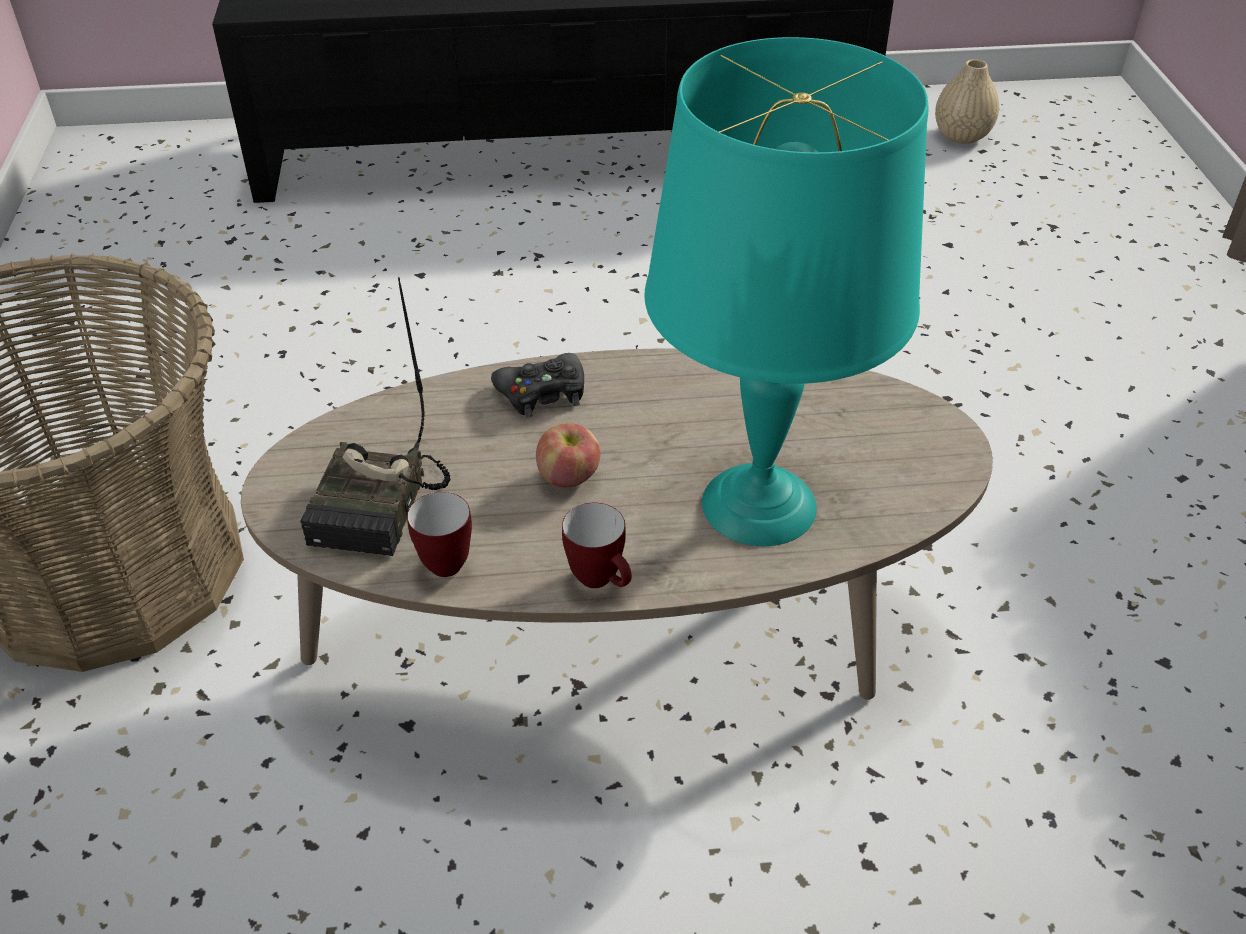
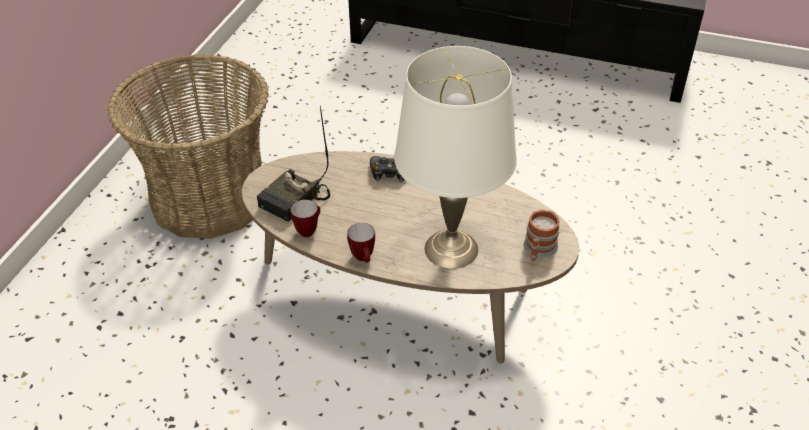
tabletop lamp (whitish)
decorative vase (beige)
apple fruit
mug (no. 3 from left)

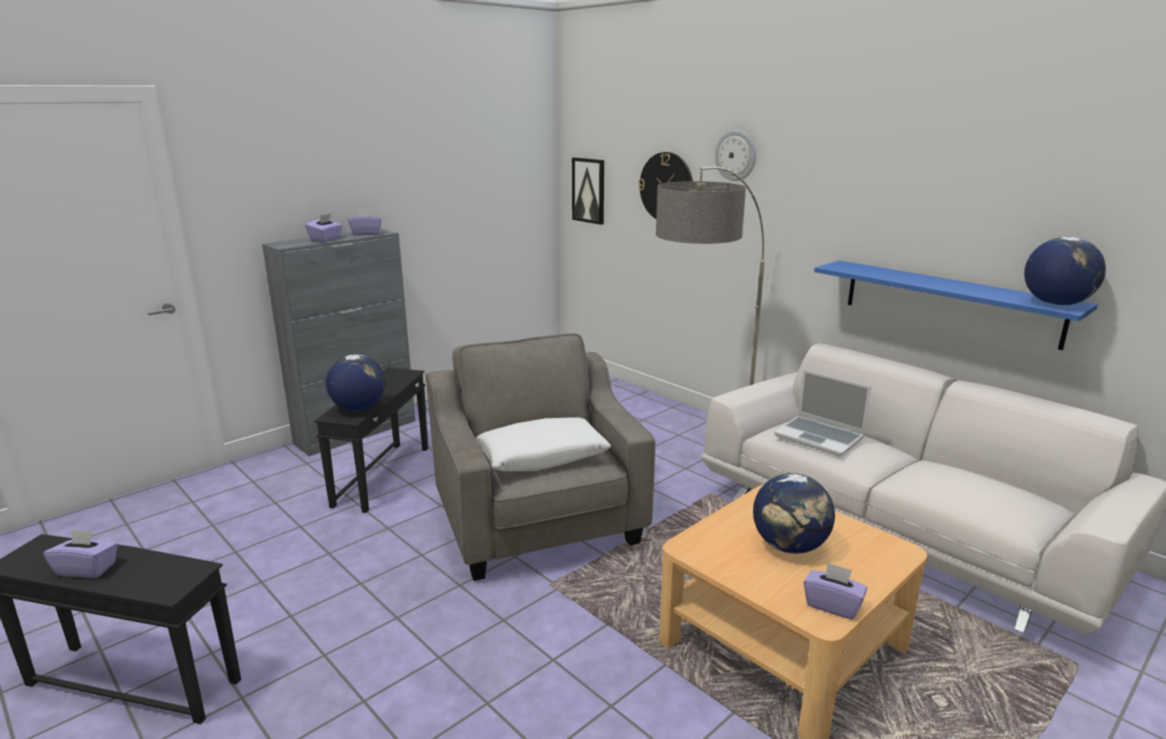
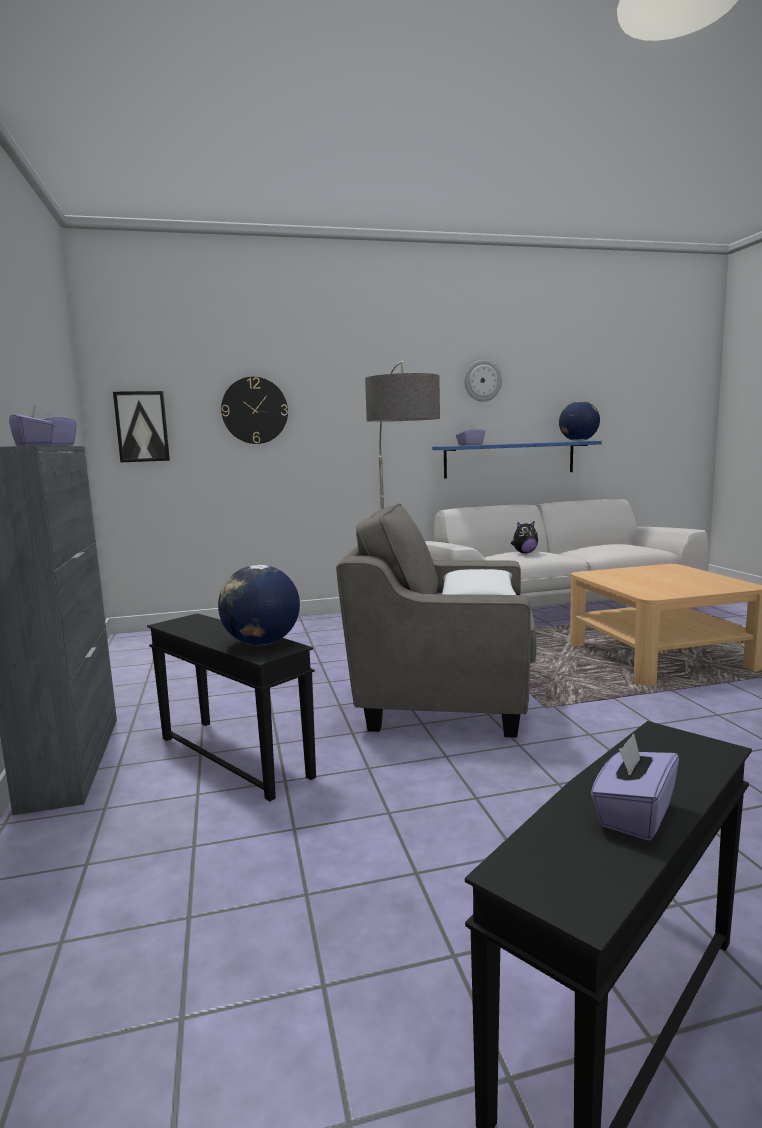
hanging clock (no. 2 from left)
soft toy
world globe (no. 2 from left in the first image)
box of tissues (purple-coloured) (no. 3 from left)

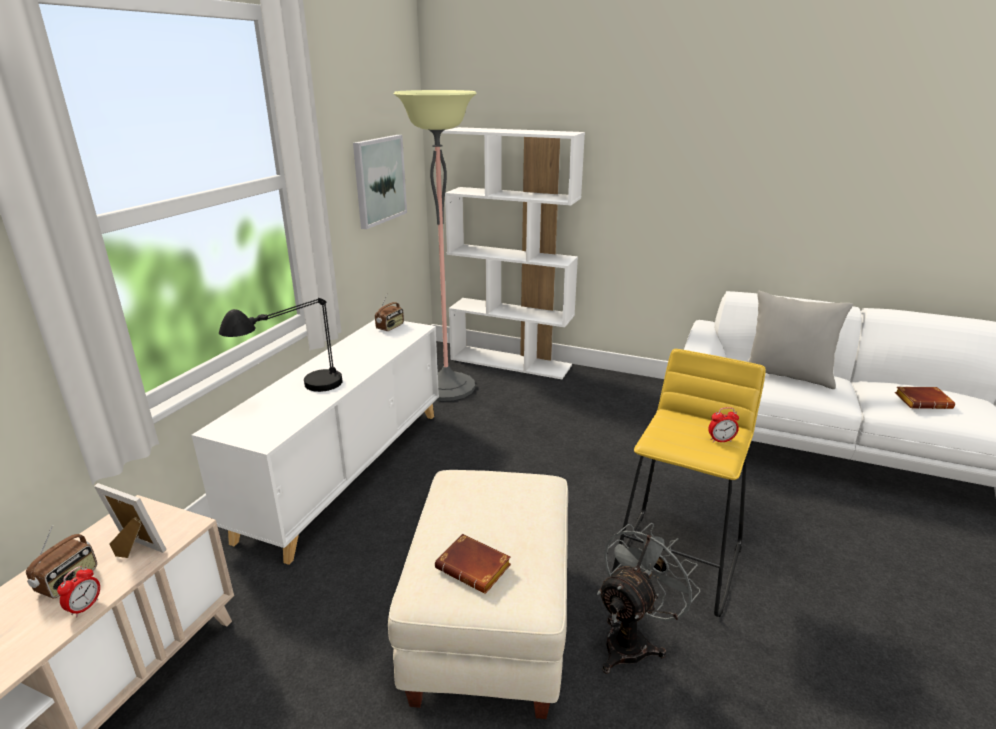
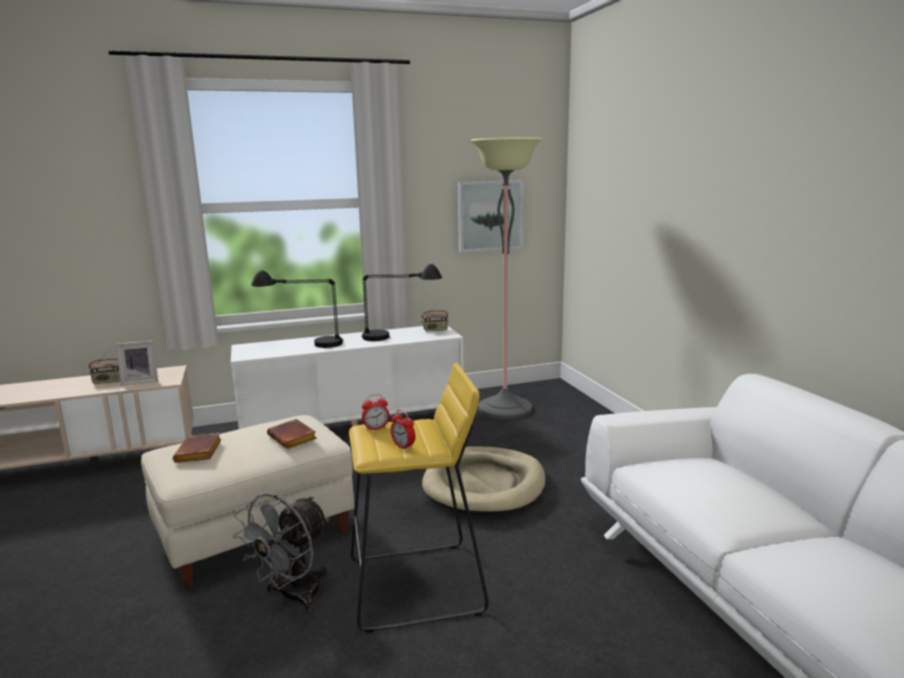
bookshelf (whitish)
cushion (greyish)
book (brown) (no. 2 from left)
standing frame
cooling fan (greyish)
alarm clock (no. 1 from left)
tabletop lamp (black) (no. 2 from left)
dog bed (beige)

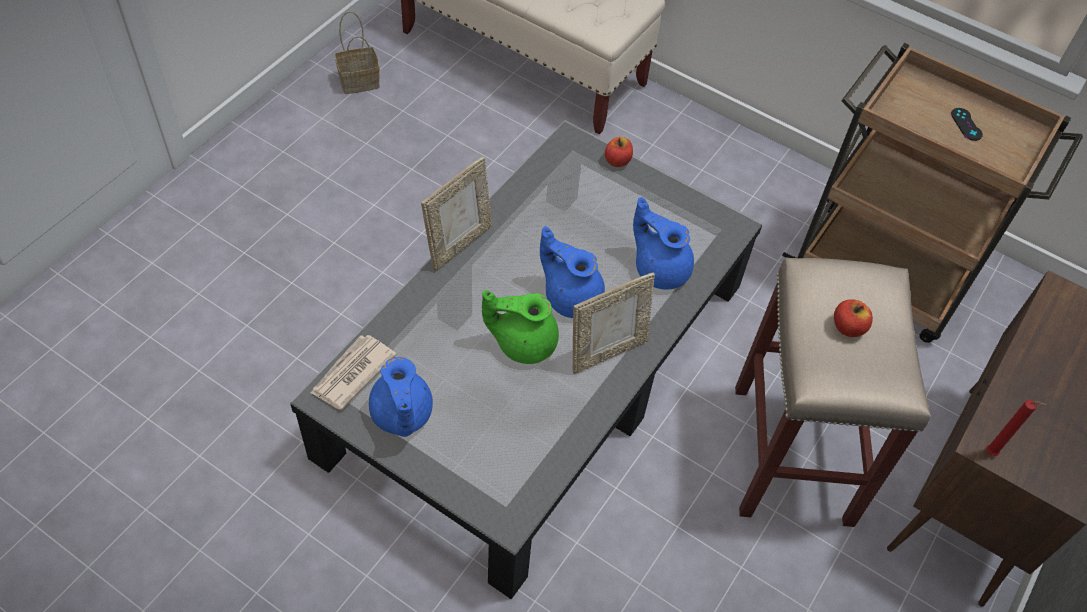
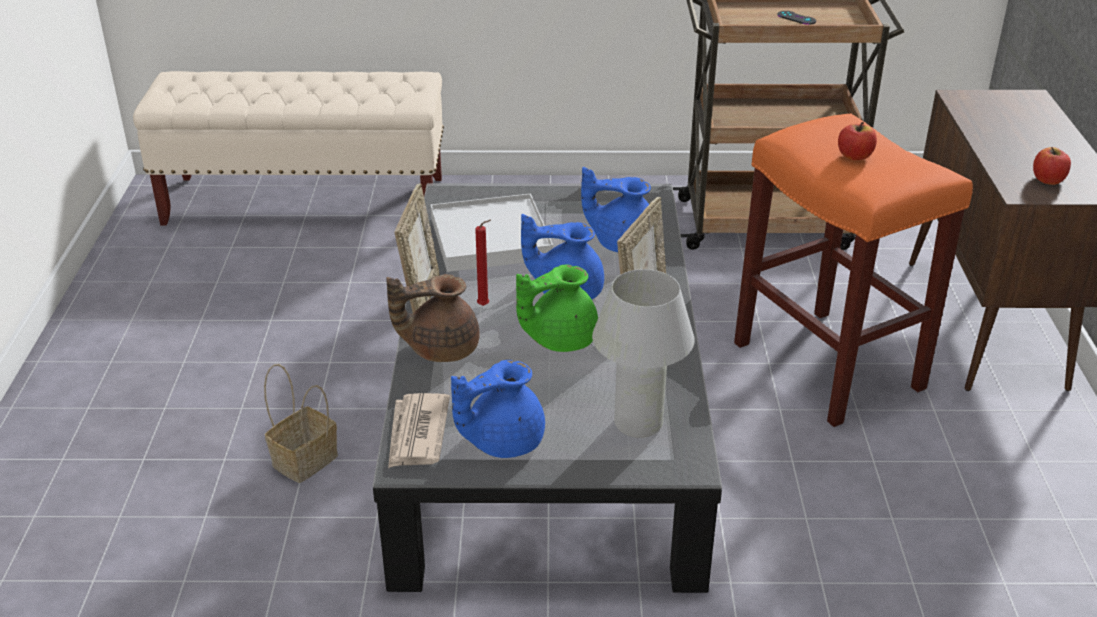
household basket
apple fruit (no. 2 from left)
stool seat (orange-coloured)
pot for tea (blue-coloured) (no. 1 from left)
candle (red-coloured)
tray (whitish)
tabletop lamp (whitish)
pot for tea (brown)

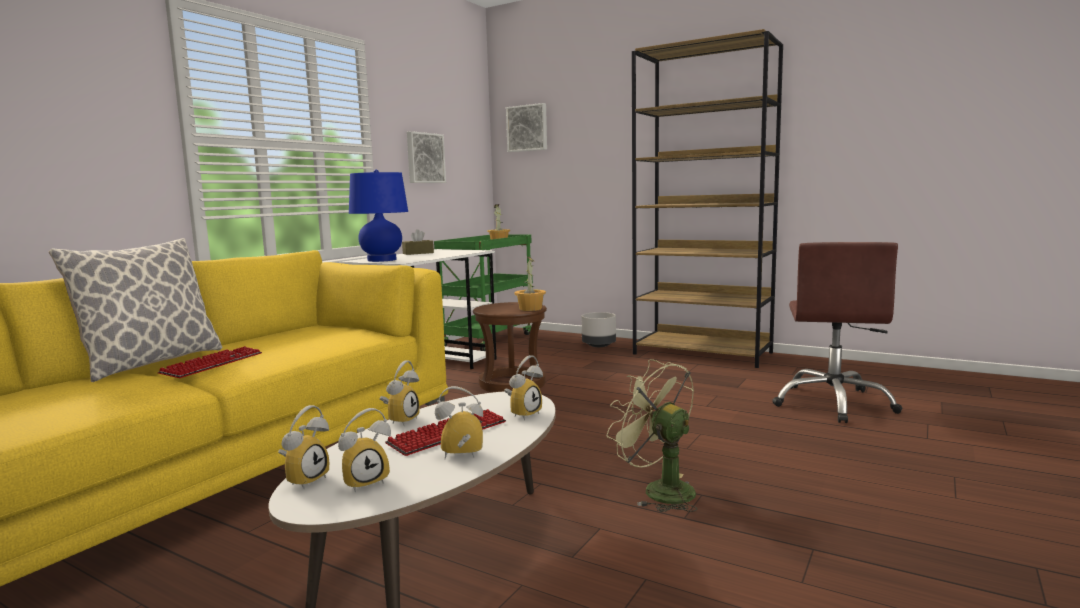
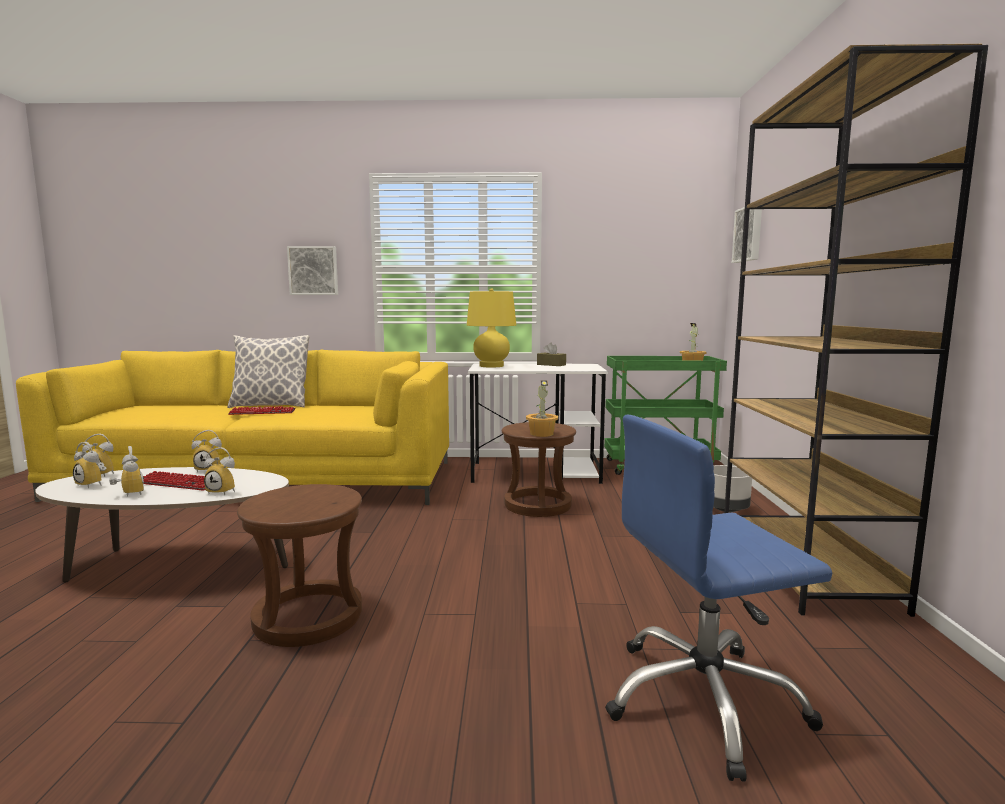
wall picture (no. 1 from left)
tabletop lamp (yellow-coloured)
computer chair (blue-coloured)
stool seat (brown) (no. 1 from left)

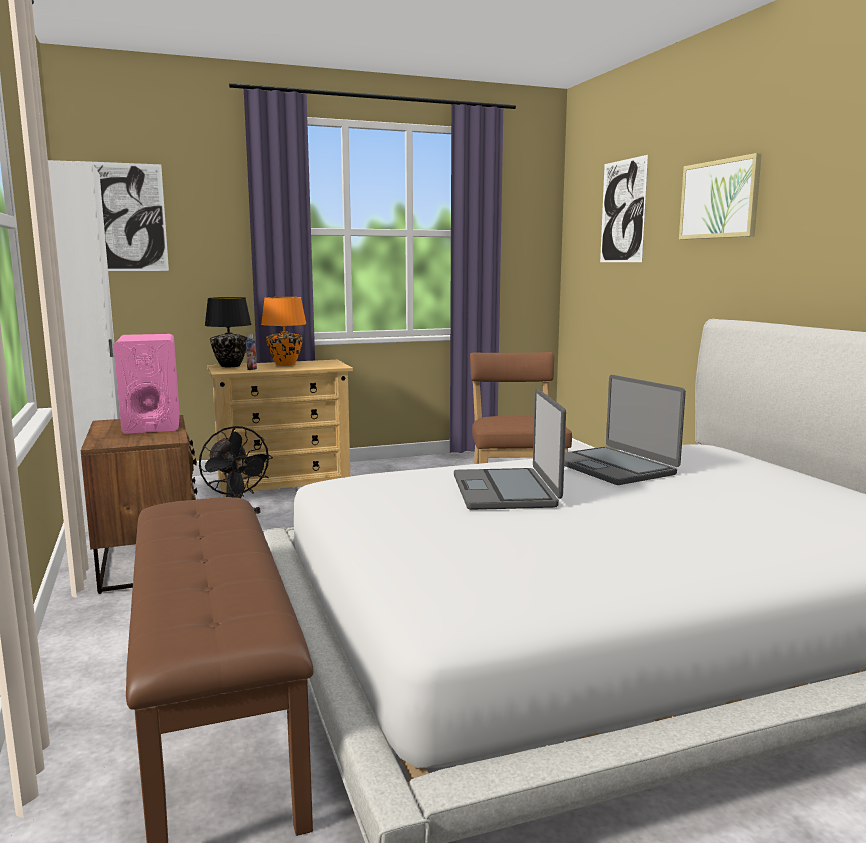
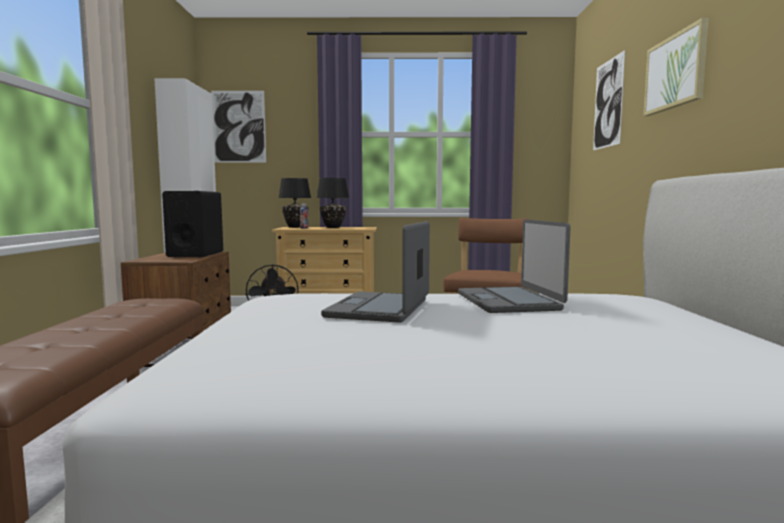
tabletop lamp (black) (no. 2 from left)
audio speaker (black)

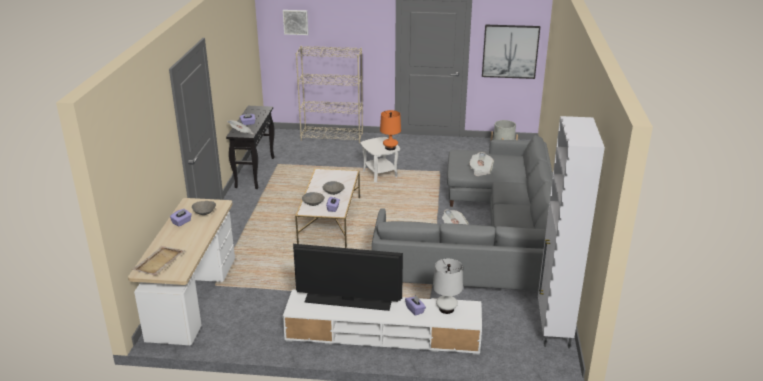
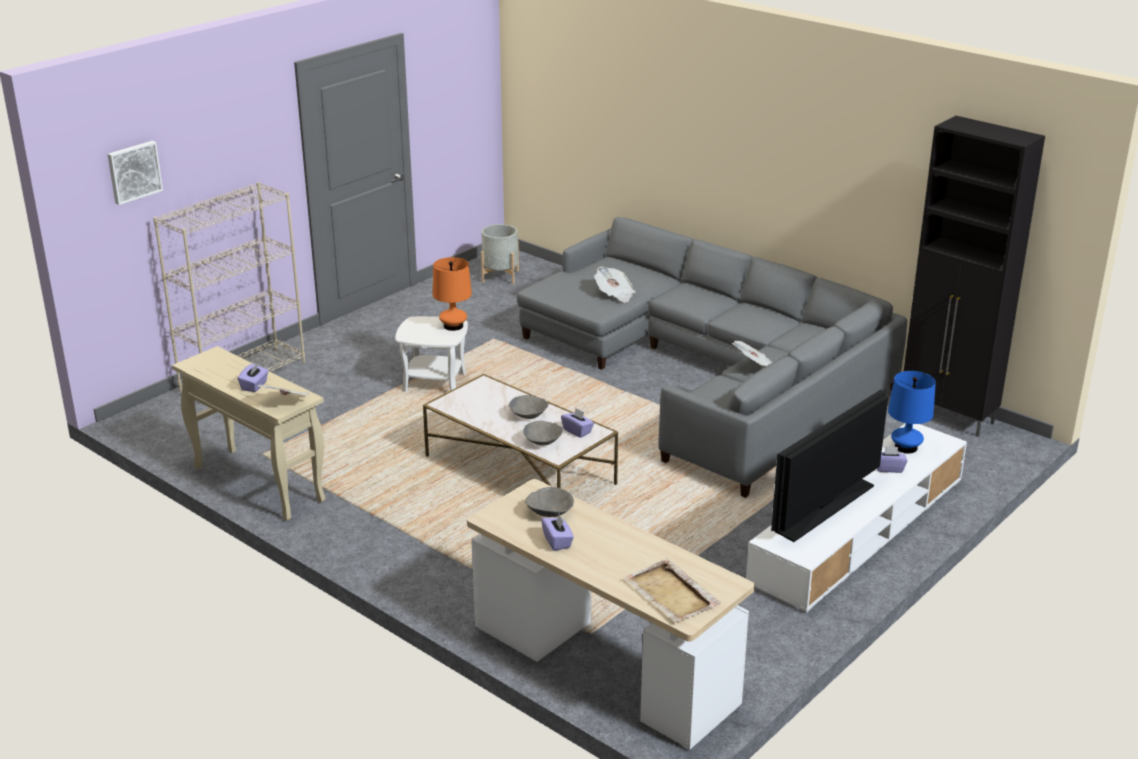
wall picture (no. 2 from left in the first image)
hall table (beige)
cabinet (black)
tabletop lamp (blue-coloured)

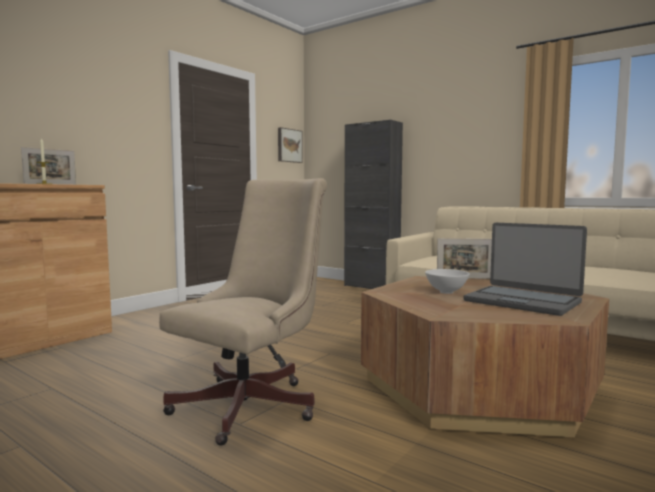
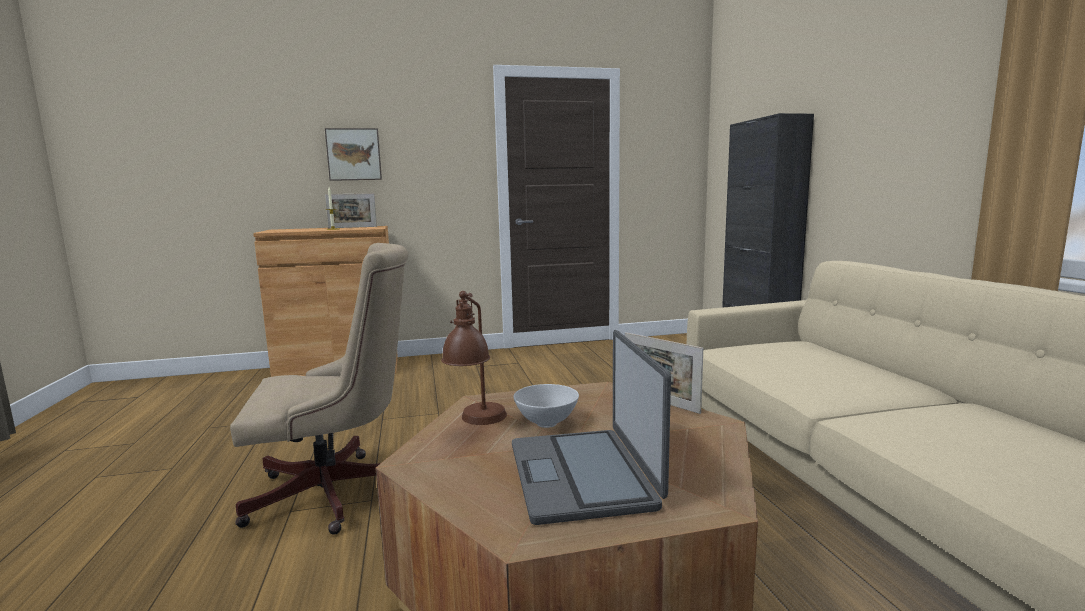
wall picture
tabletop lamp (brown)

